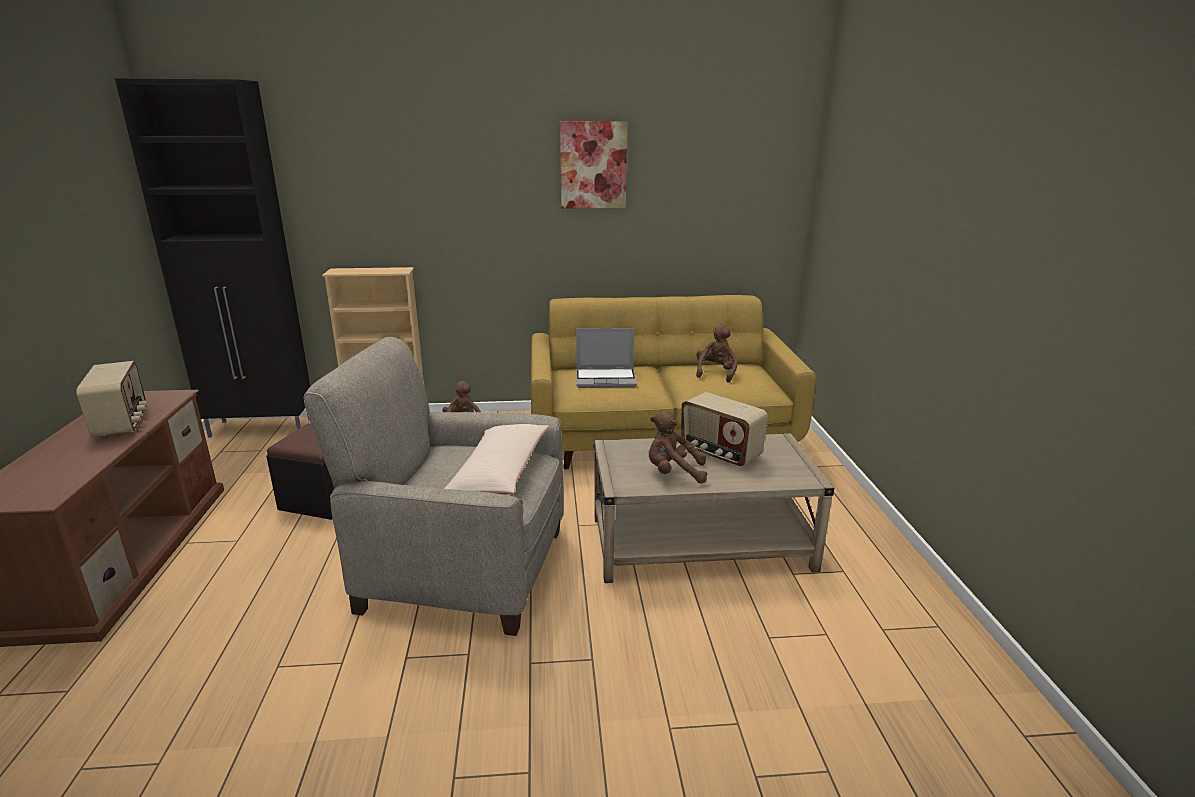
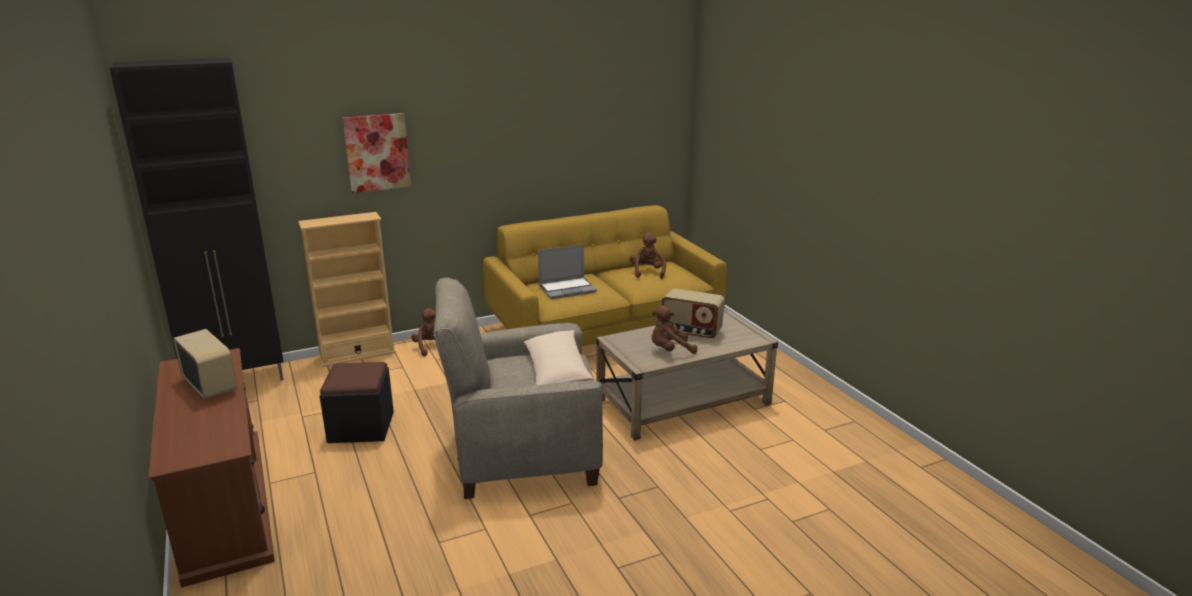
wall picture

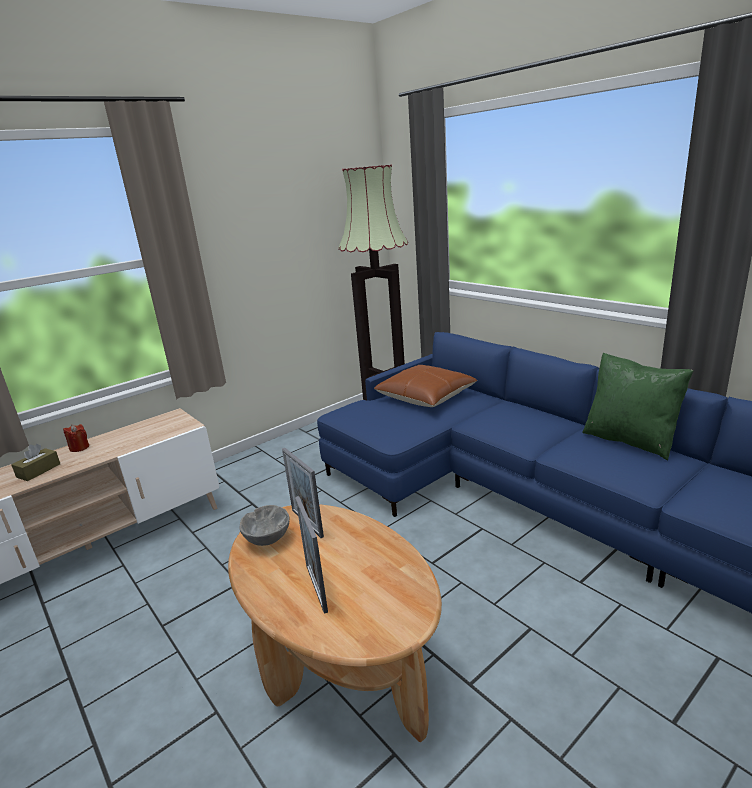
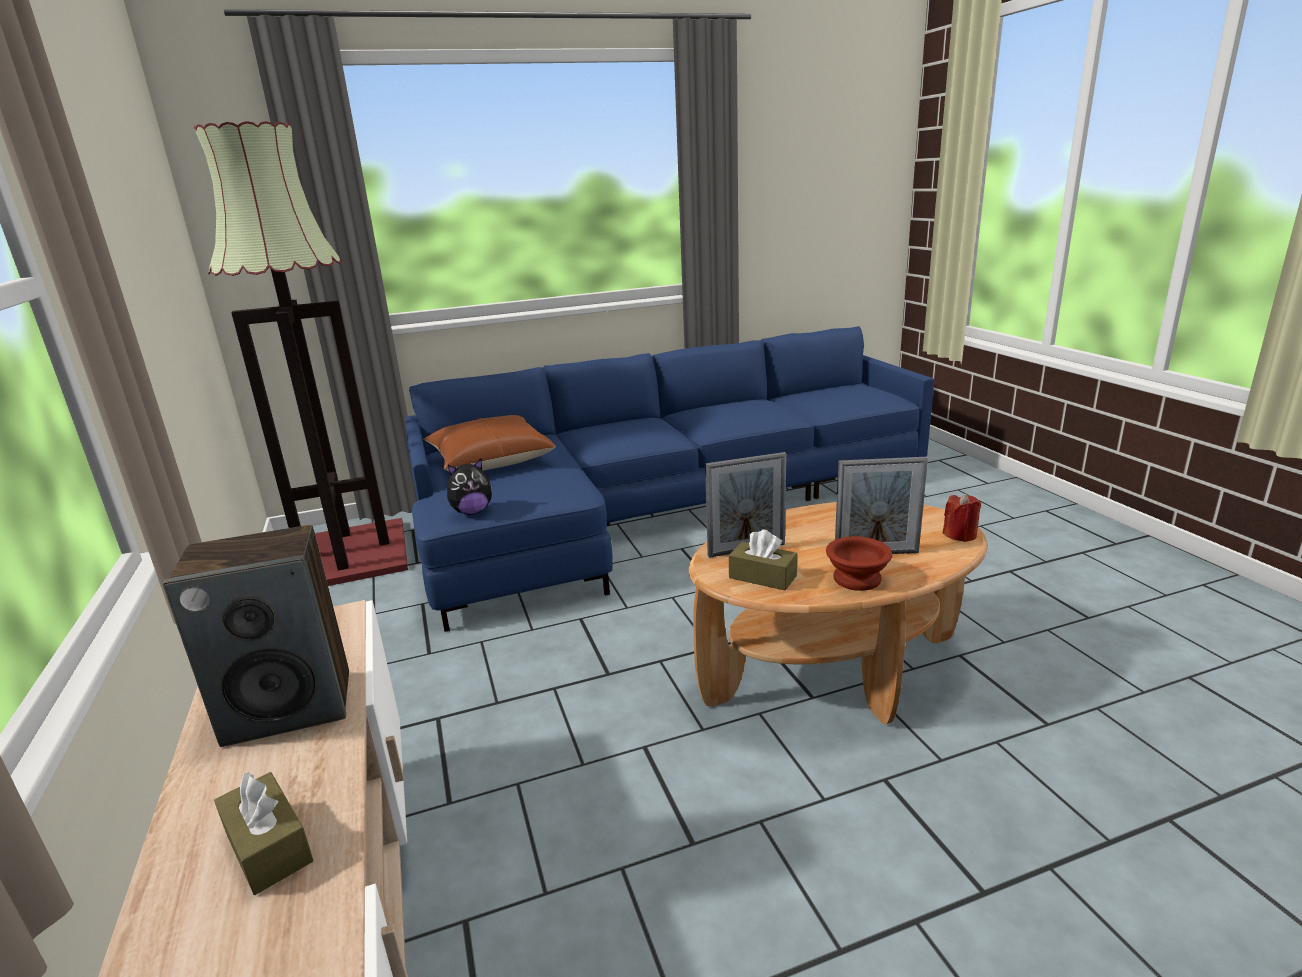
cushion (green-coloured)
candle (red-coloured)
box of tissues (brown) (no. 2 from left)
soft toy
audio speaker
bowl (brown)

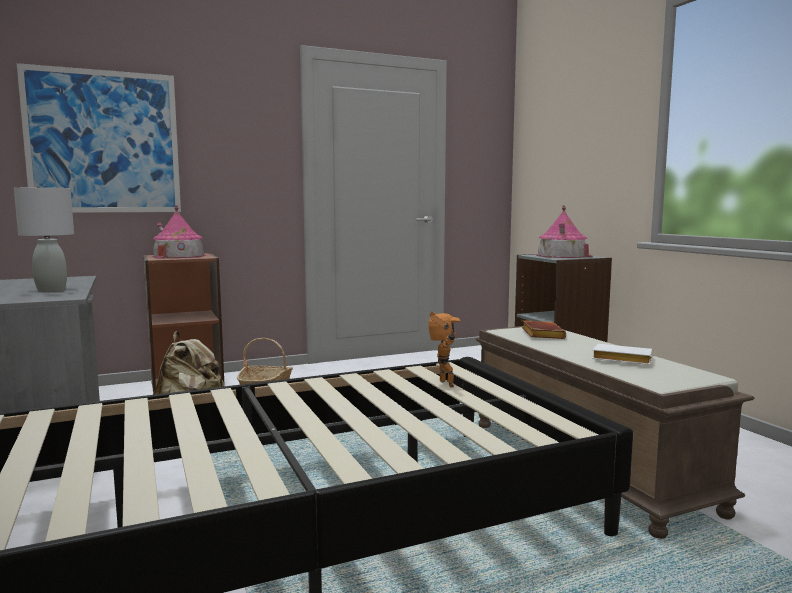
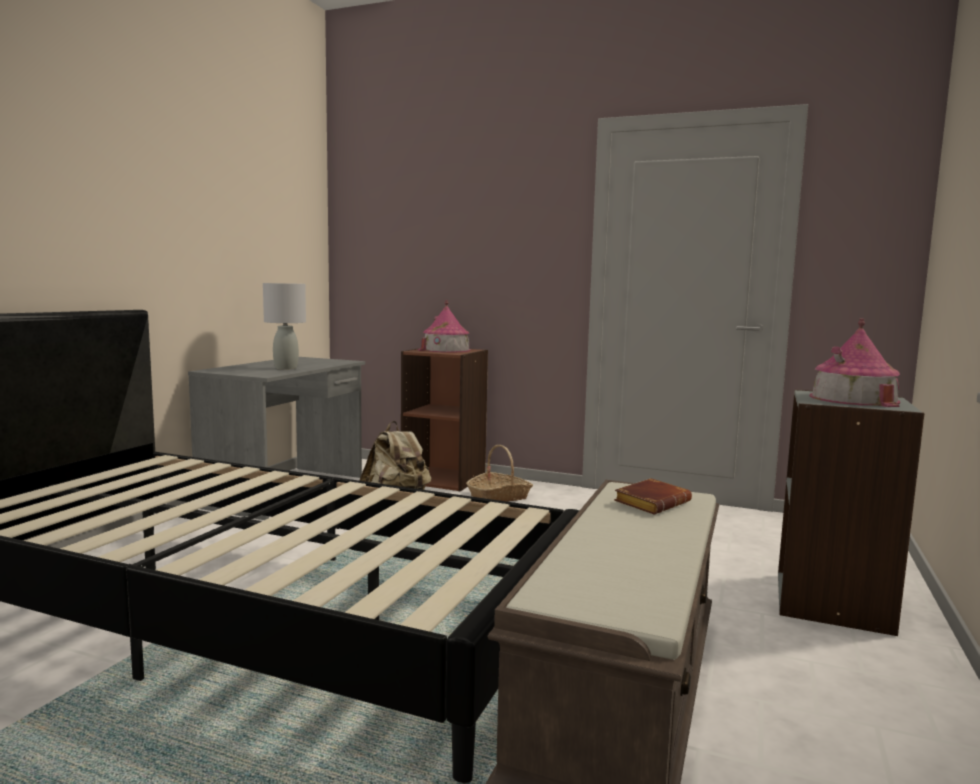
wall picture
model robot
book (whitish)

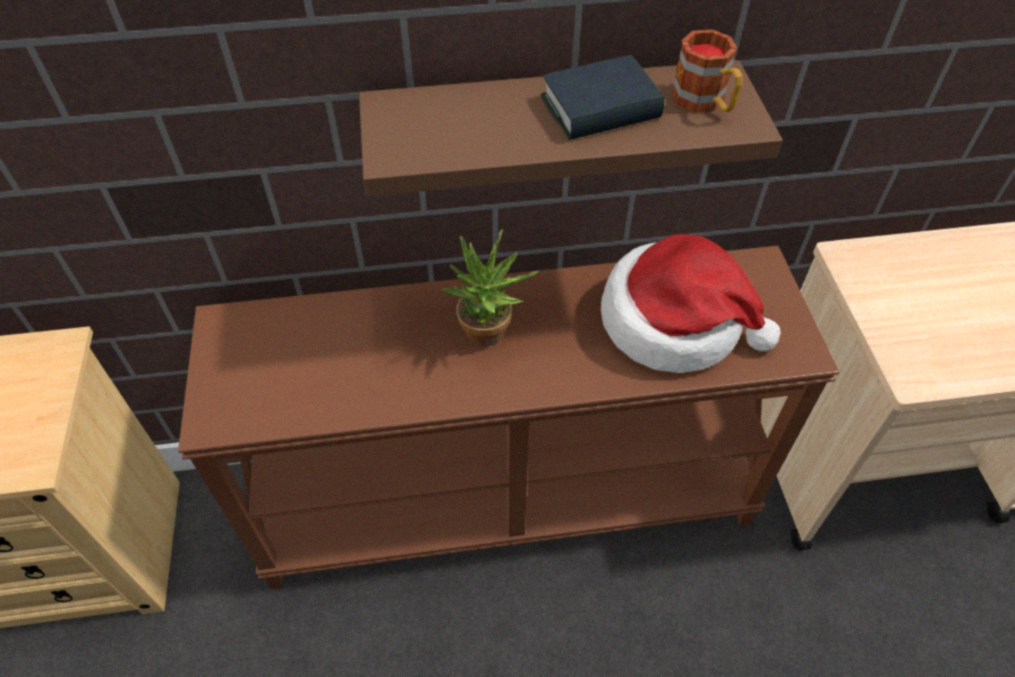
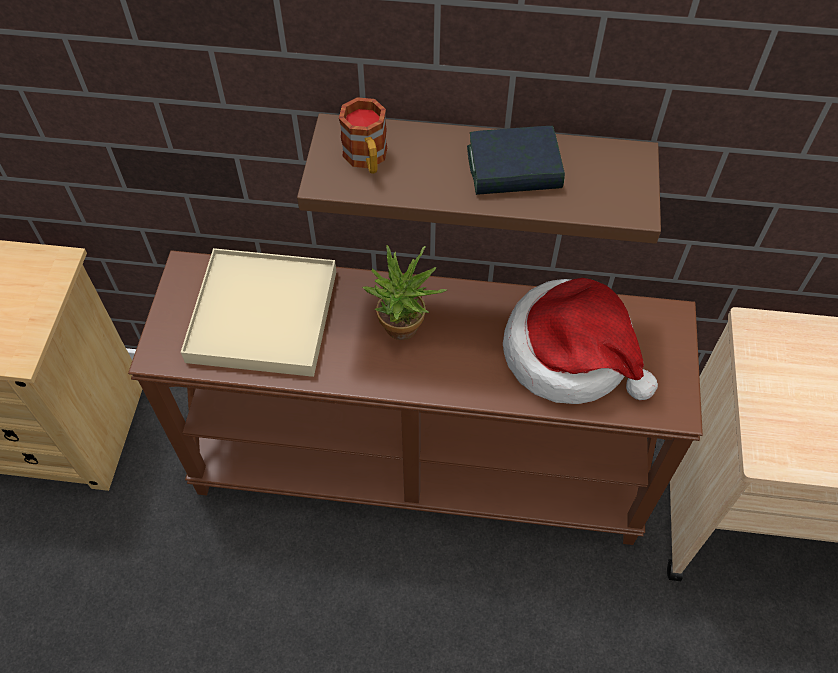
mug
tray (beige)

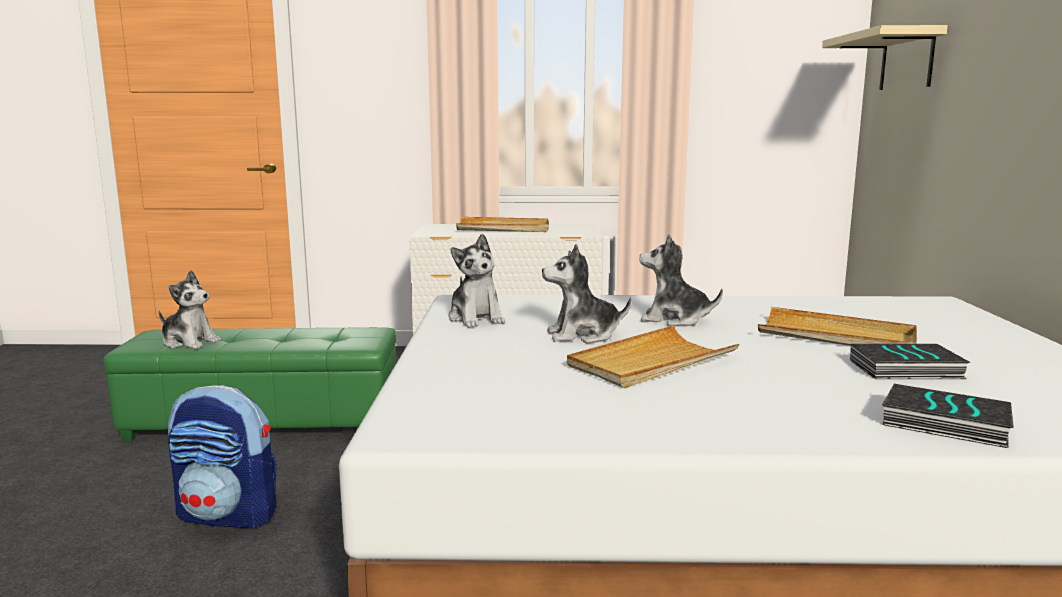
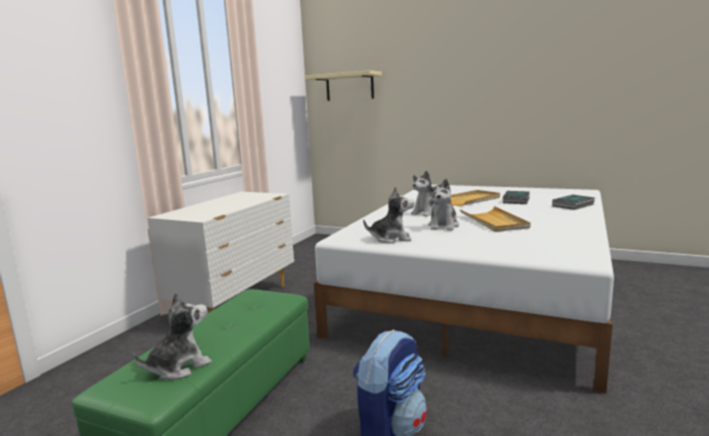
tray (beige) (no. 1 from left in the first image)

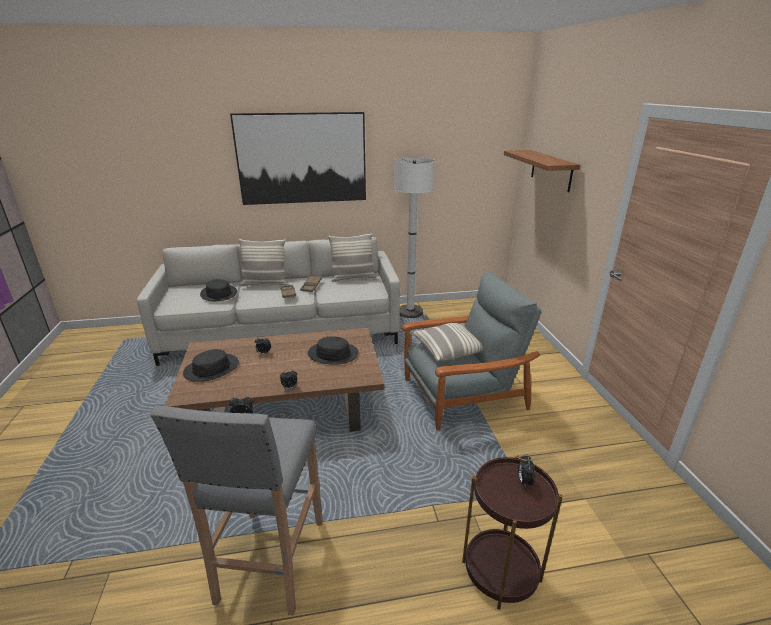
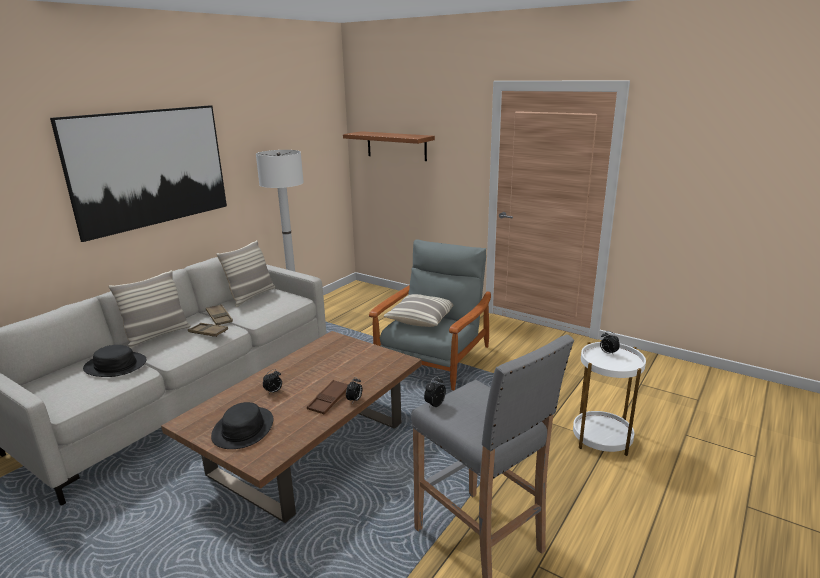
hat (black) (no. 3 from left in the first image)
side table (whitish)
tray (brown) (no. 3 from left)

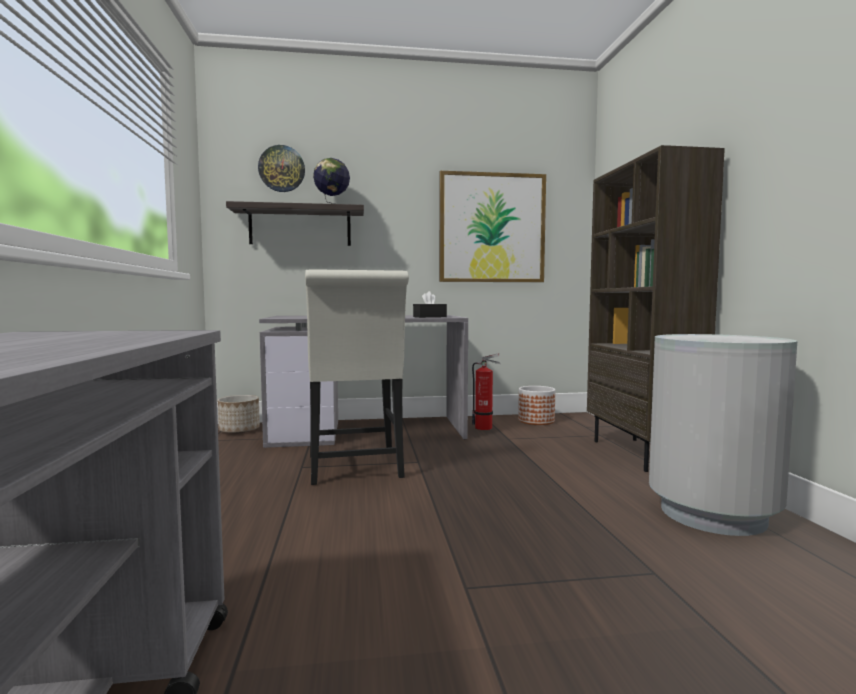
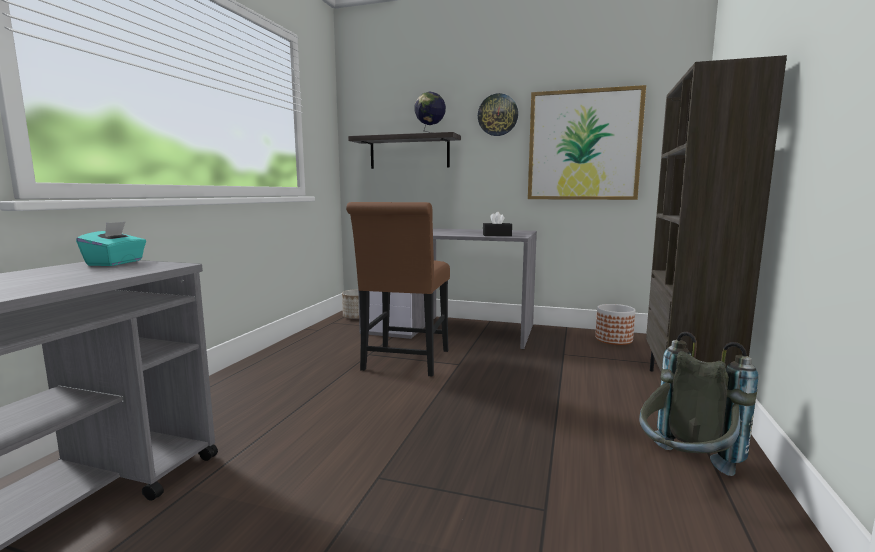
hanging clock
chair (brown)
knapsack (greyish)
fire extinguisher
box of tissues (blue-green)

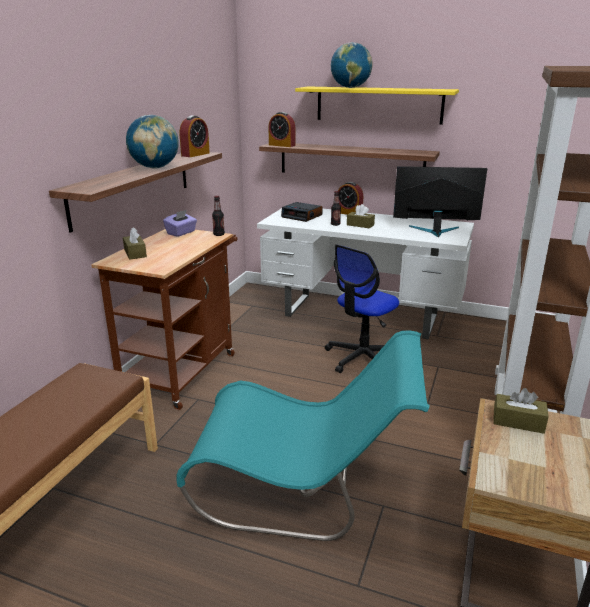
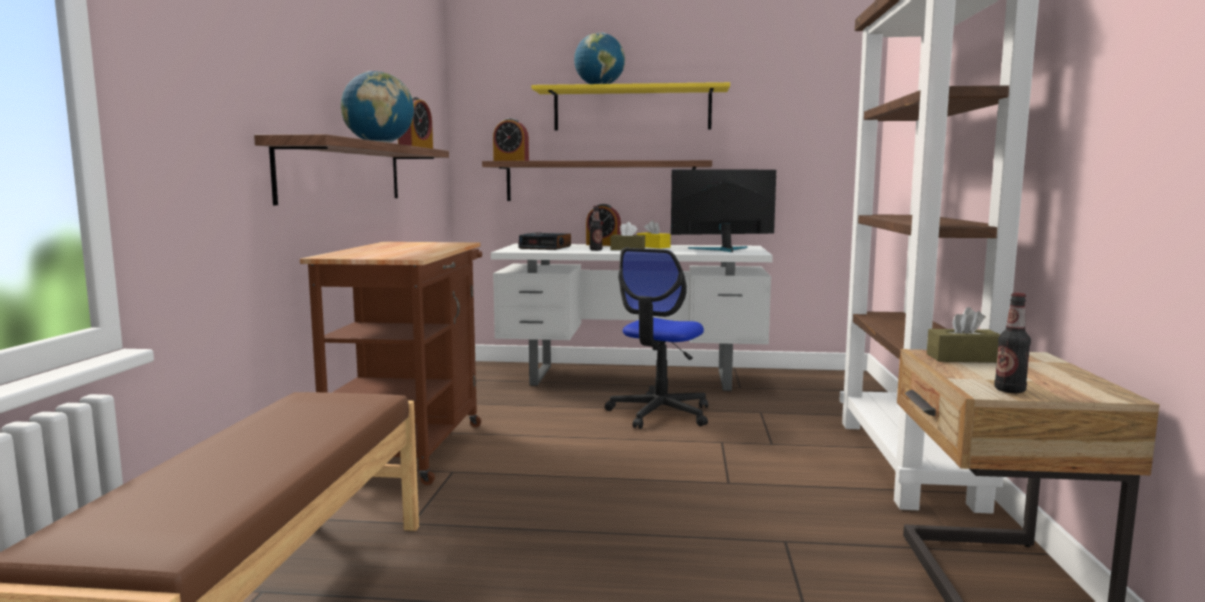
bottle (no. 2 from left)
box of tissues (purple-coloured)
box of tissues (brown) (no. 1 from left in the first image)
chair (blue-green)
box of tissues (yellow-coloured)

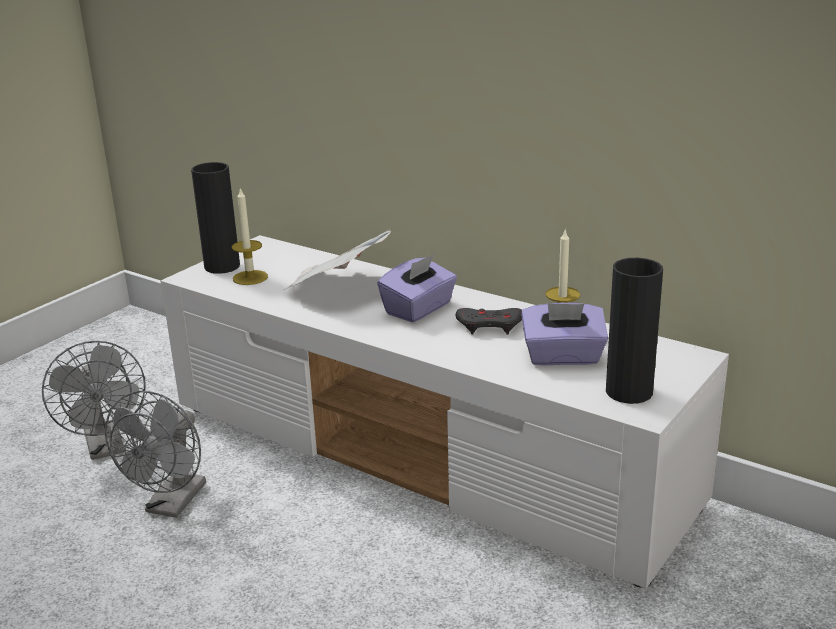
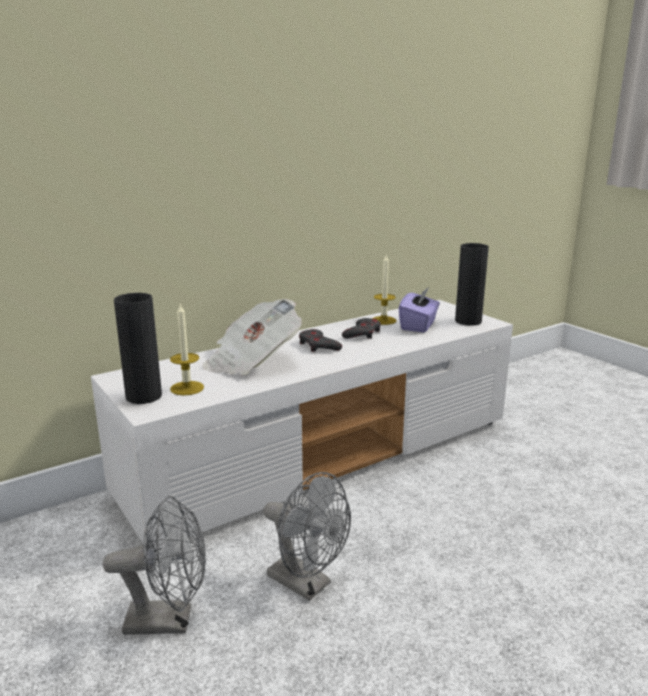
game controller (greyish) (no. 1 from left)

